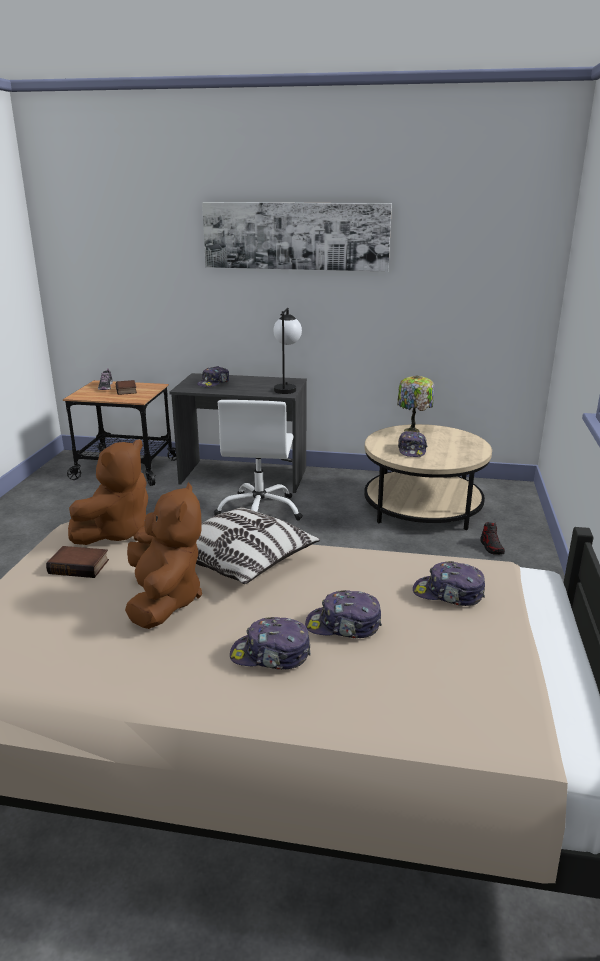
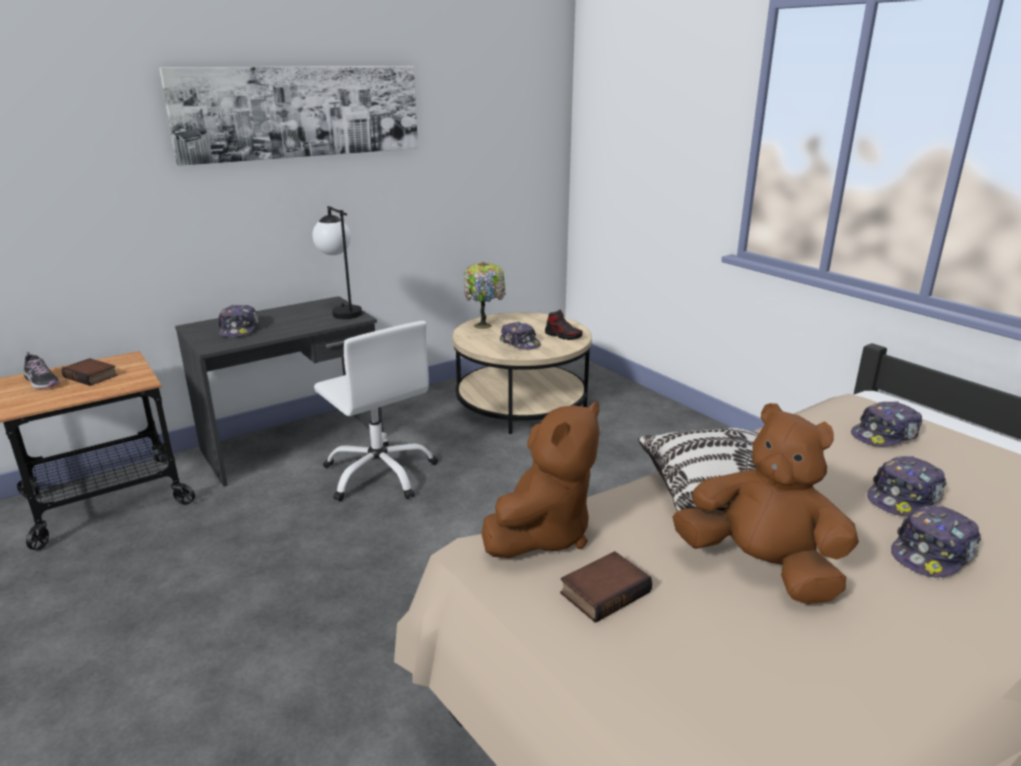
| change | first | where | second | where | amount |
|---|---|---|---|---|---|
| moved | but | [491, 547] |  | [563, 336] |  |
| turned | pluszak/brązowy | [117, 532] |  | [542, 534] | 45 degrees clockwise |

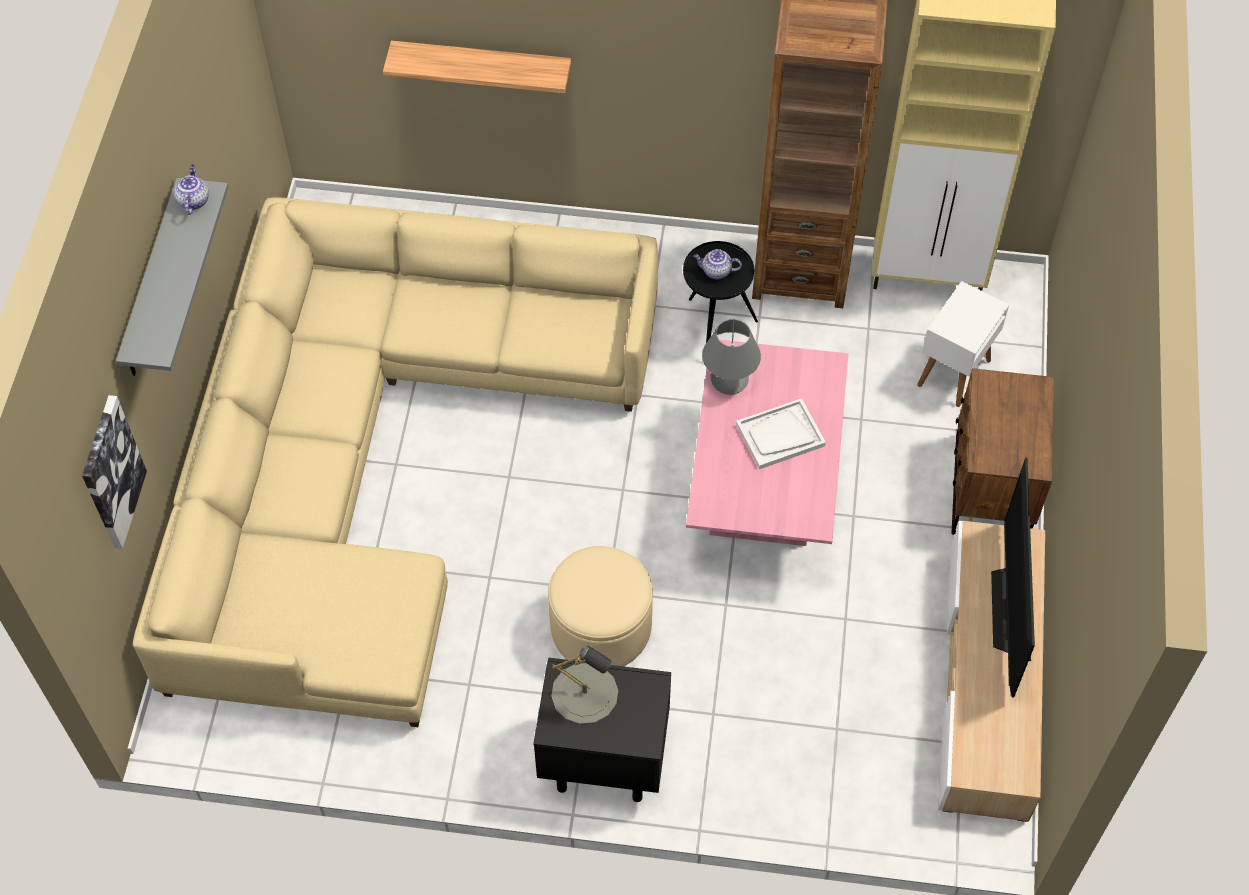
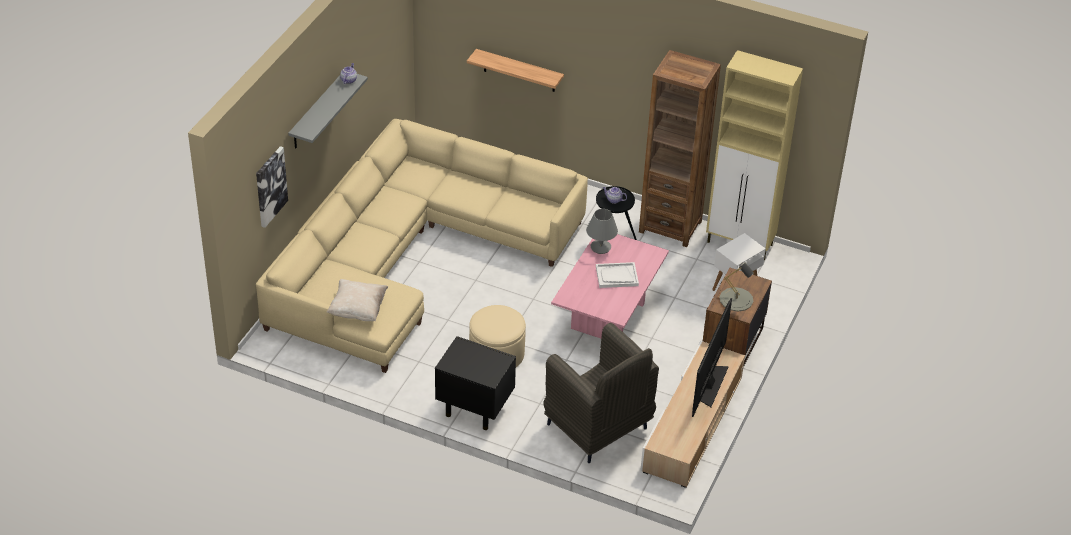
| change | first | where | second | where | amount |
|---|---|---|---|---|---|
| added |  |  | poduszka/beżowy | [358, 310] |  |
| added |  |  | fotel/szary | [598, 428] |  |
| moved | lampa stołowa/szary | [585, 693] |  | [736, 299] |  |

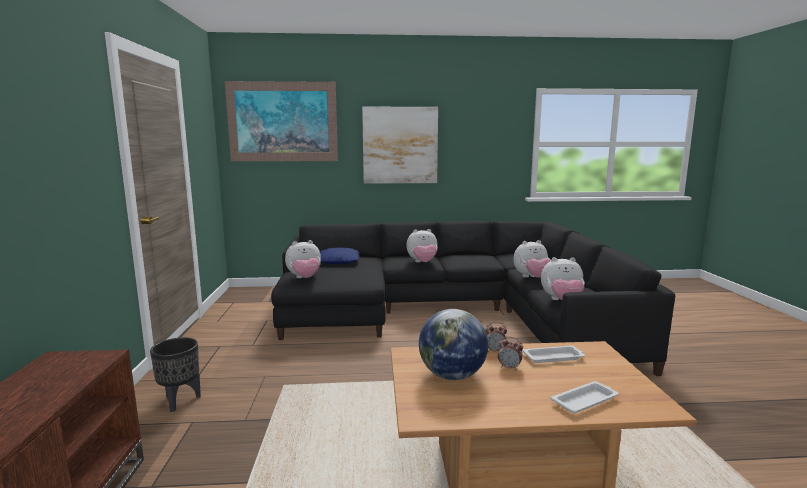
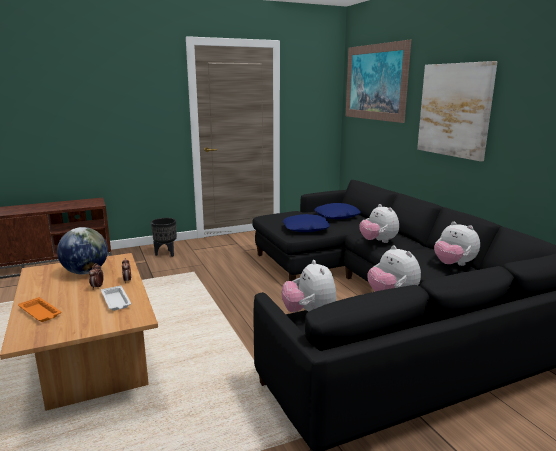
| change | first | where | second | where | amount |
|---|---|---|---|---|---|
| added |  |  | poduszka/niebieski | [306, 228] |  |
| moved | pluszak | [304, 278] |  | [453, 264] |  |
| recoloured | taca/biały | [585, 401] | taca/pomarańczowy | [40, 313] |  |

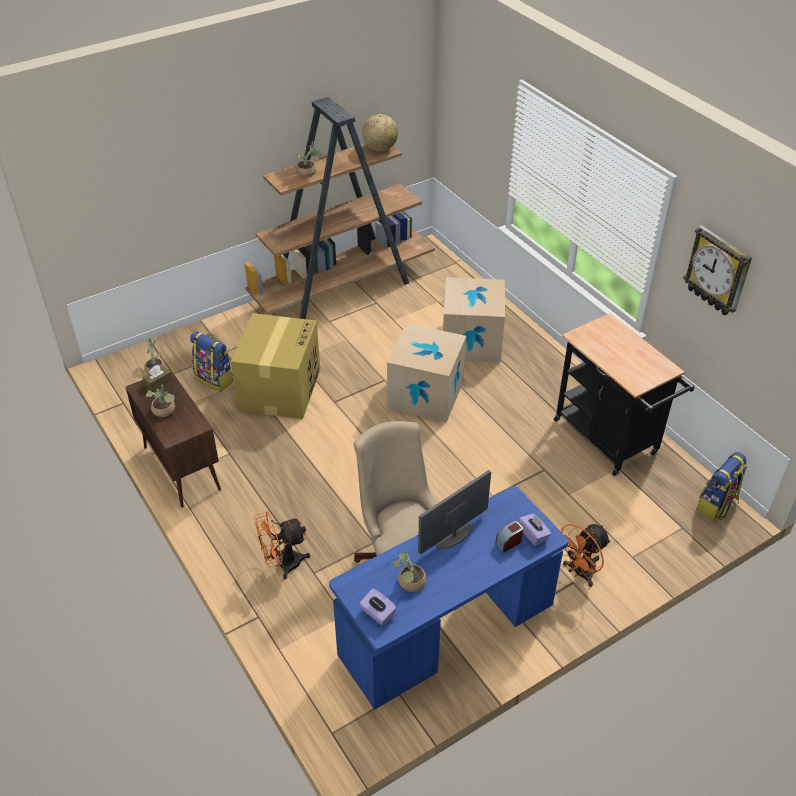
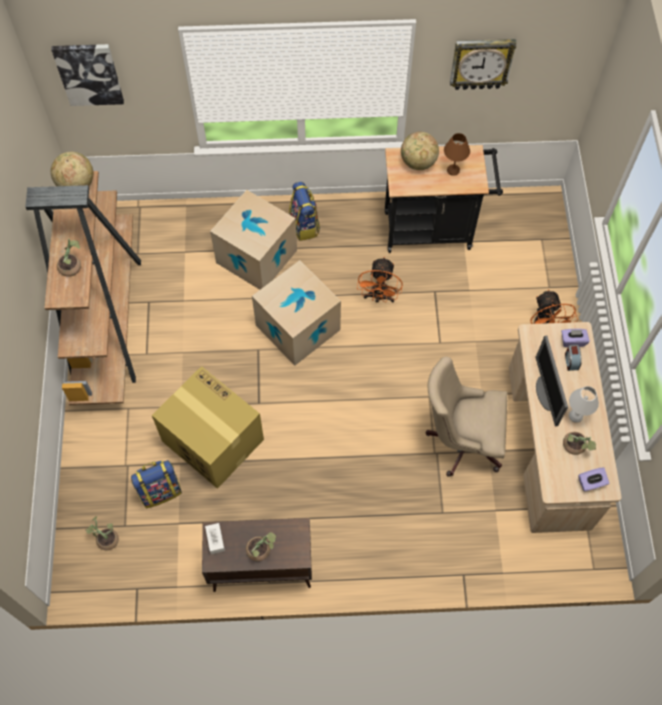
| change | first | where | second | where | amount |
|---|---|---|---|---|---|
| added |  |  | obraz | [89, 74] |  |
| added |  |  | globus | [418, 162] |  |
| added |  |  | lampa stołowa/brązowy | [453, 171] |  |
| added |  |  | lampa stołowa/biały | [576, 416] |  |
| moved | wentylator/pomarańczowy | [283, 564] |  | [379, 297] |  |
| moved | plecak | [717, 506] |  | [305, 225] |  |
| recoloured | pudełko chusteczek/brązowy | [158, 382] | pudełko chusteczek/biały | [215, 540] |  |
| recoloured | biurko/niebieski | [447, 631] | biurko/beżowy | [548, 446] |  |

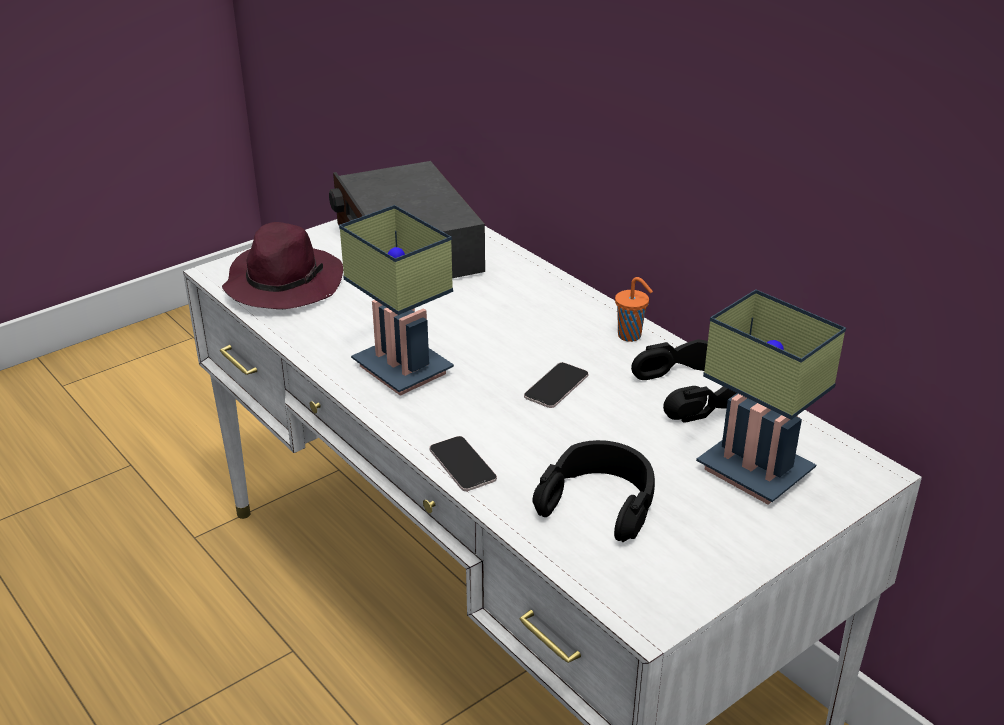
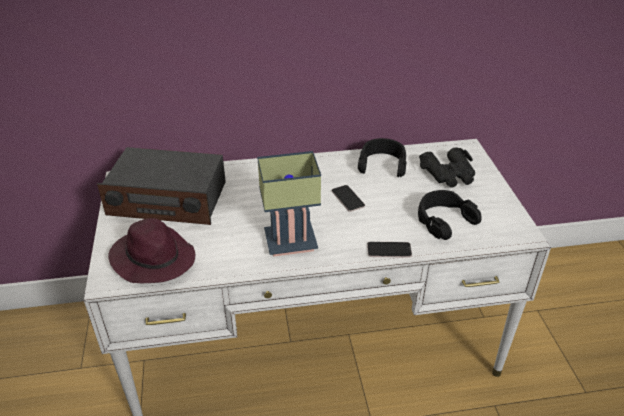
| change | first | where | second | where | amount |
|---|---|---|---|---|---|
| removed | filiżanka/pomarańczowy | [631, 336] |  |  |  |
| replaced | lampa stołowa | [748, 472] | lornetka/czarny | [449, 174] |  |

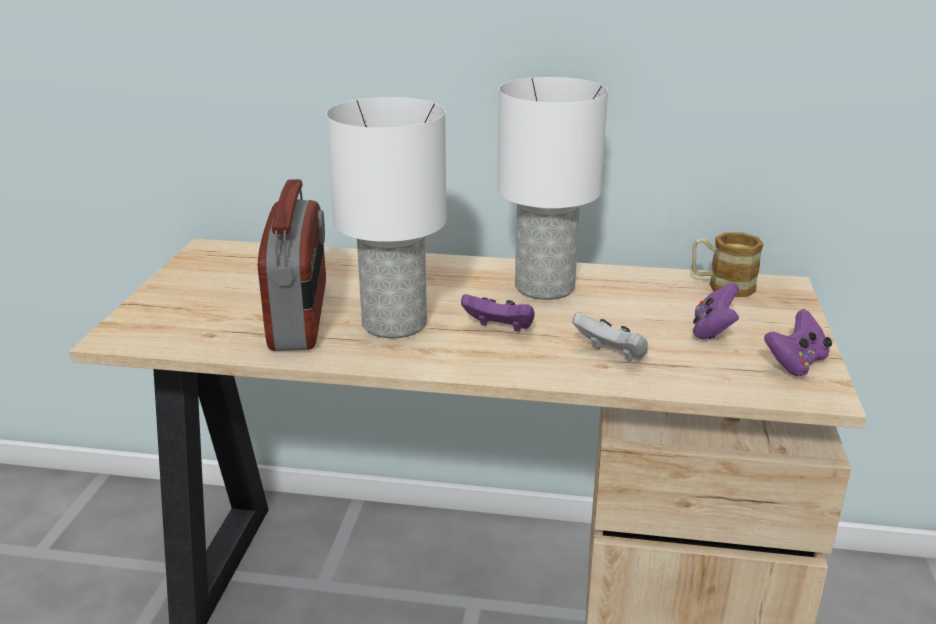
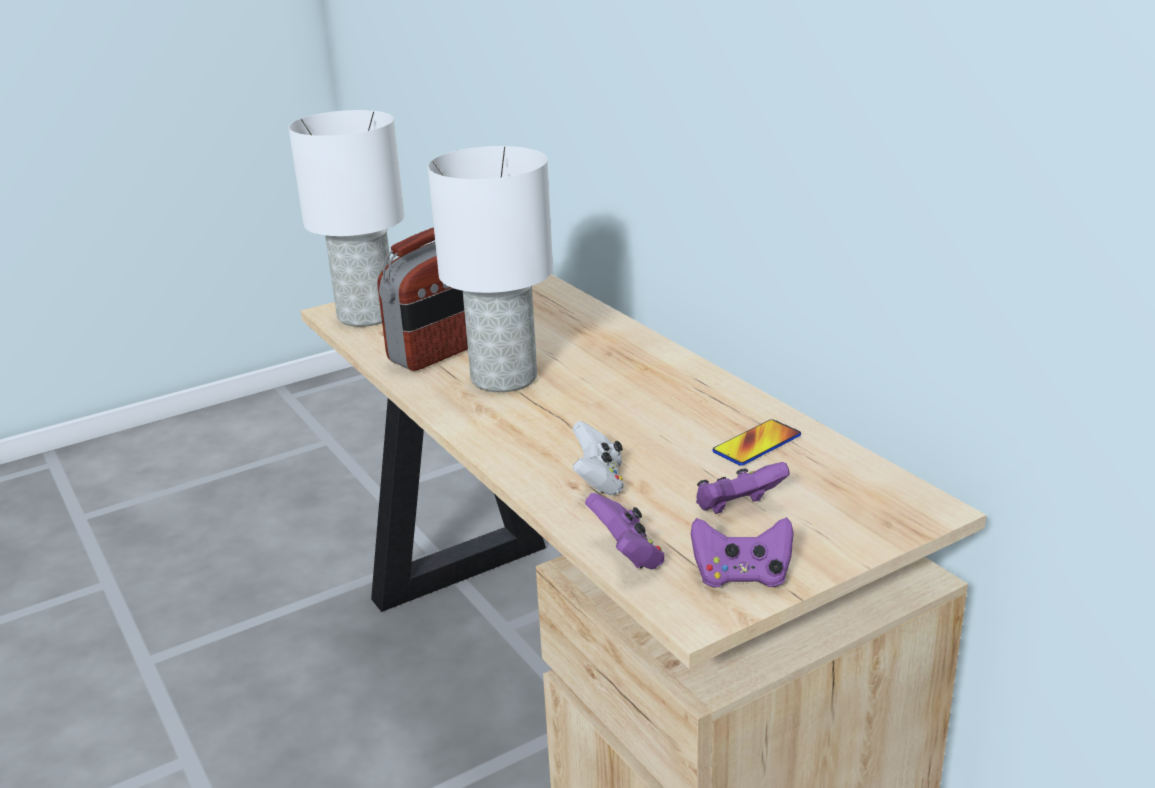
| change | first | where | second | where | amount |
|---|---|---|---|---|---|
| removed | kubek | [721, 286] |  |  |  |
| added |  |  | telefon | [757, 444] |  |
| moved | pad do gier/fioletowy | [500, 329] |  | [627, 556] |  |
| moved | lampa stołowa/biały | [546, 287] |  | [367, 316] |  |

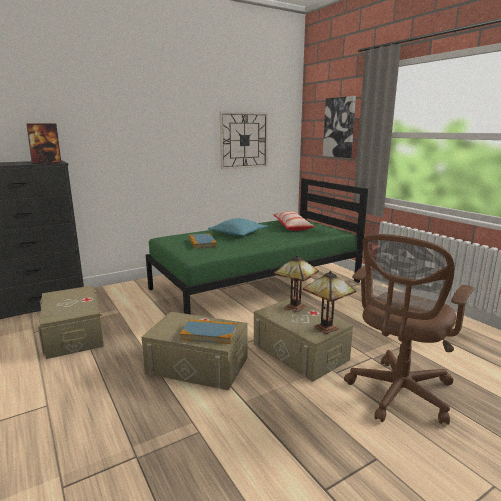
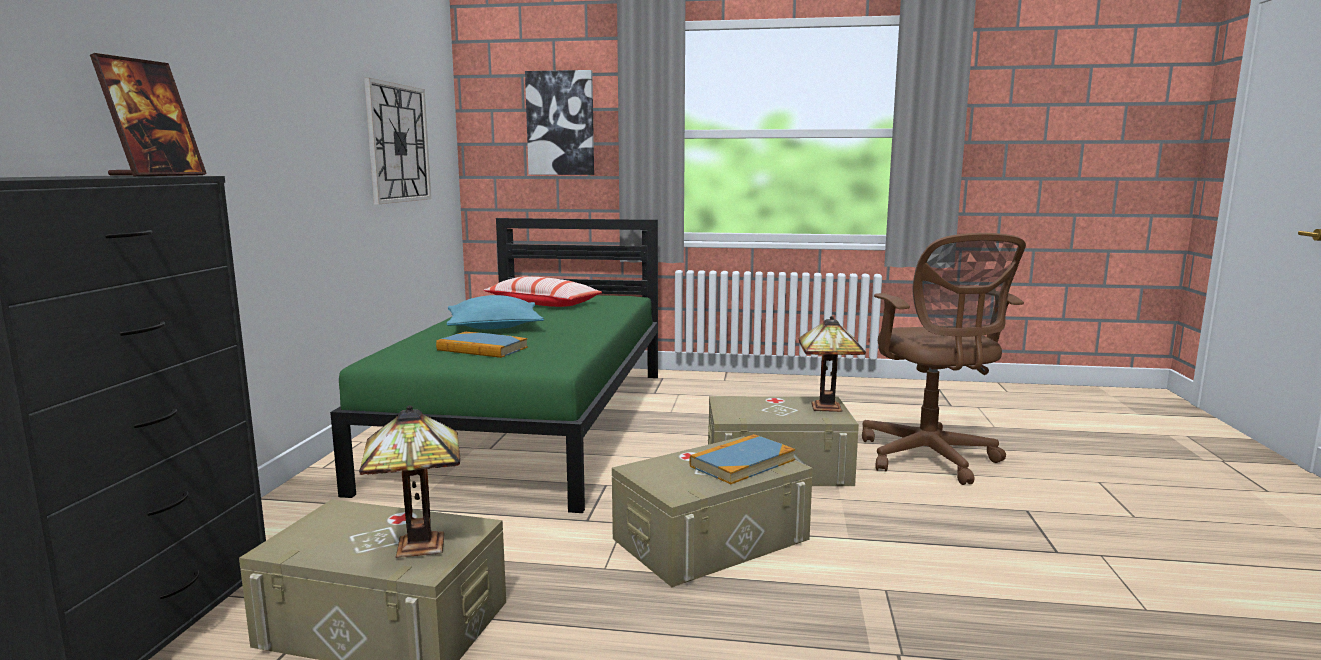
| change | first | where | second | where | amount |
|---|---|---|---|---|---|
| moved | lampa stołowa | [293, 307] |  | [416, 547] |  |

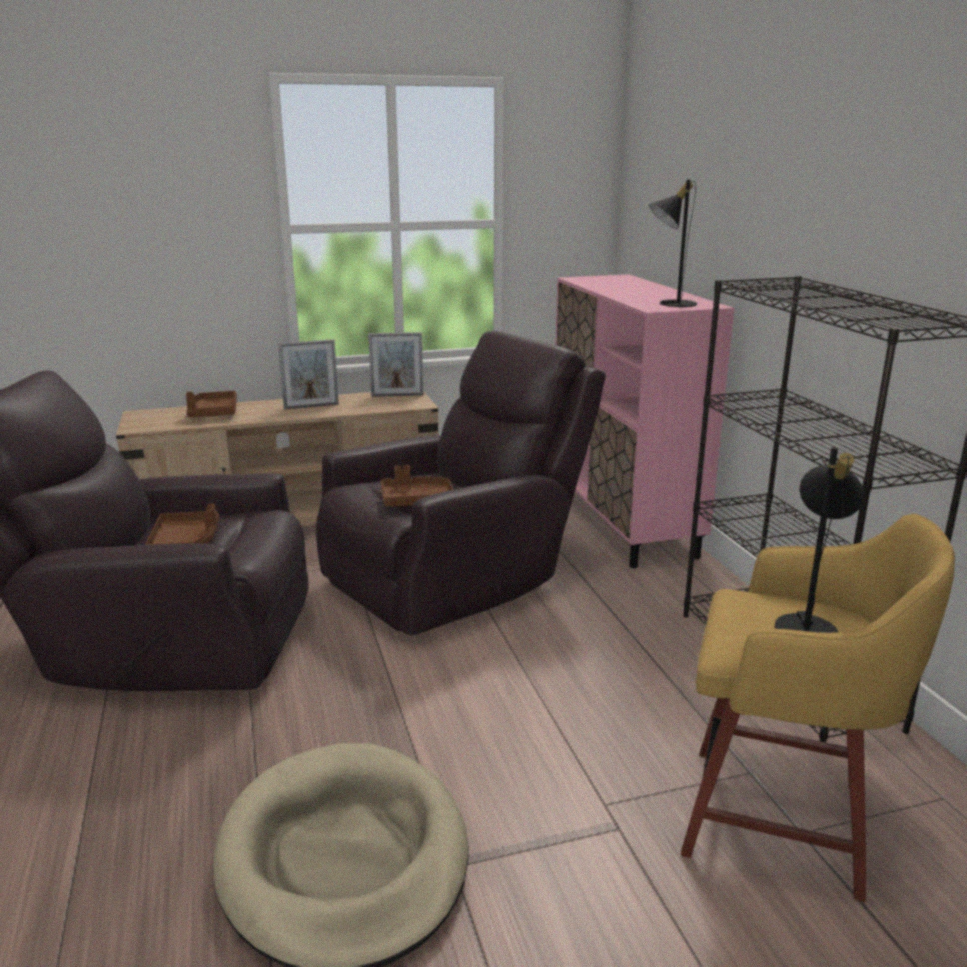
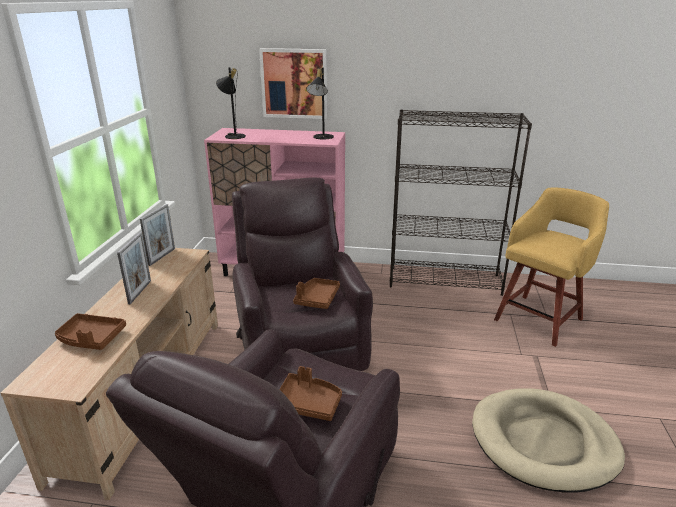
| change | first | where | second | where | amount |
|---|---|---|---|---|---|
| added |  |  | obraz | [294, 83] |  |
| moved | lampa stołowa/czarny | [808, 624] |  | [233, 135] |  |

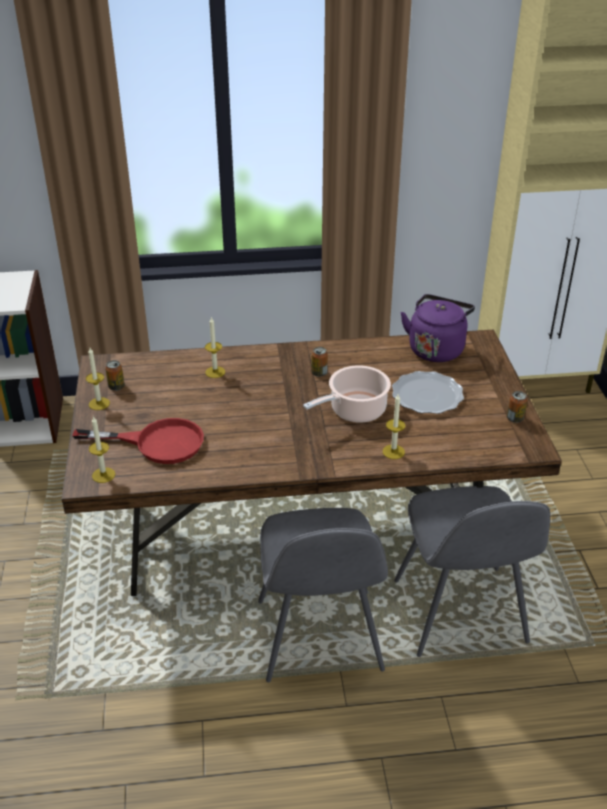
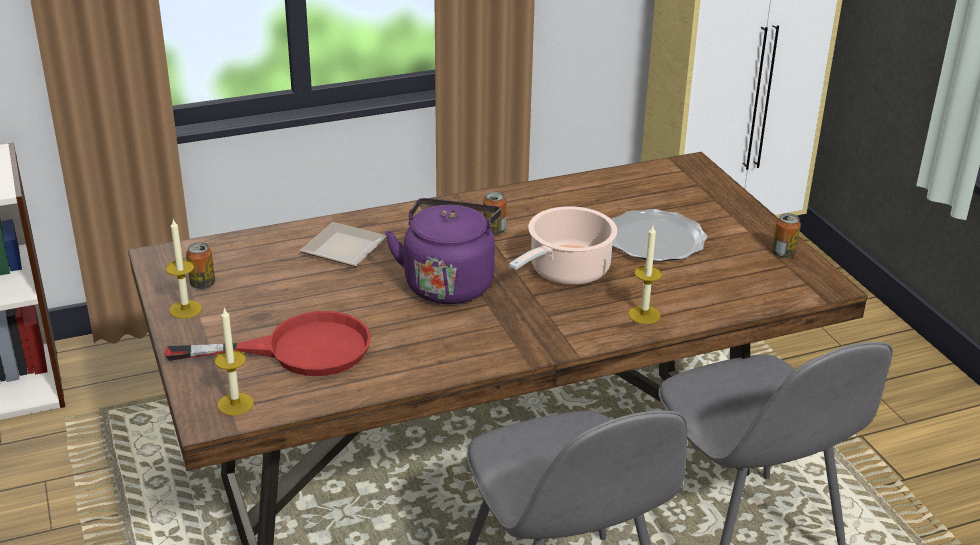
| change | first | where | second | where | amount |
|---|---|---|---|---|---|
| moved | czajnik/fioletowy | [436, 349] |  | [449, 283] |  |
| replaced | świeca | [215, 372] | talerz | [343, 247] |  |

